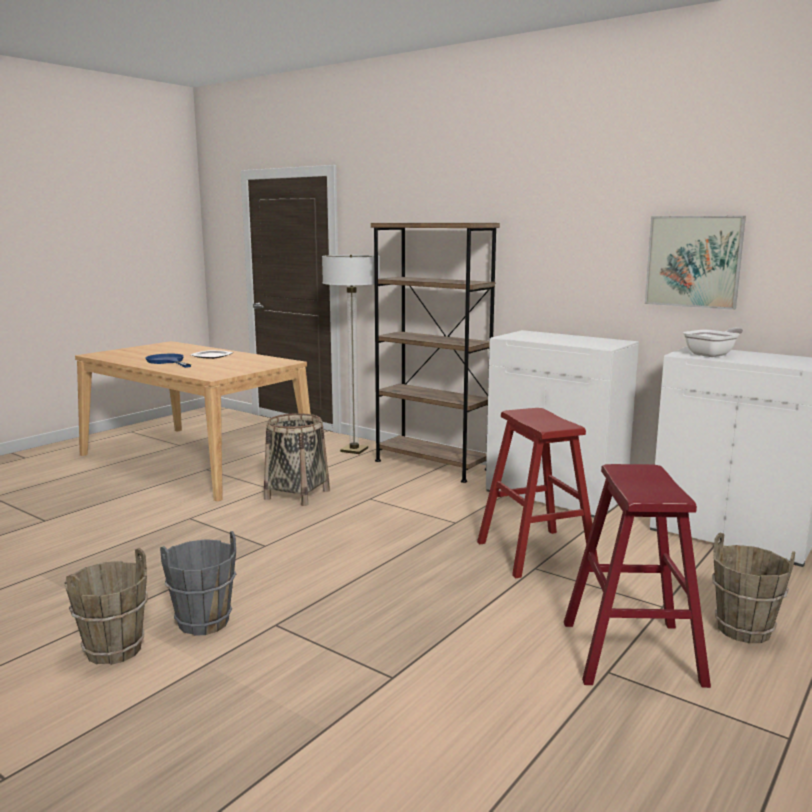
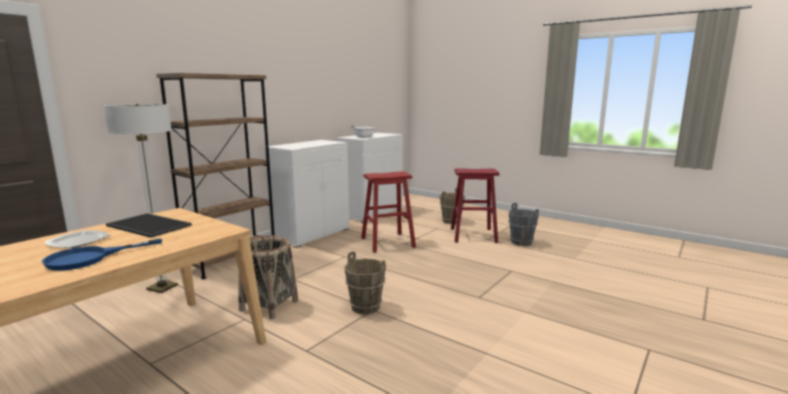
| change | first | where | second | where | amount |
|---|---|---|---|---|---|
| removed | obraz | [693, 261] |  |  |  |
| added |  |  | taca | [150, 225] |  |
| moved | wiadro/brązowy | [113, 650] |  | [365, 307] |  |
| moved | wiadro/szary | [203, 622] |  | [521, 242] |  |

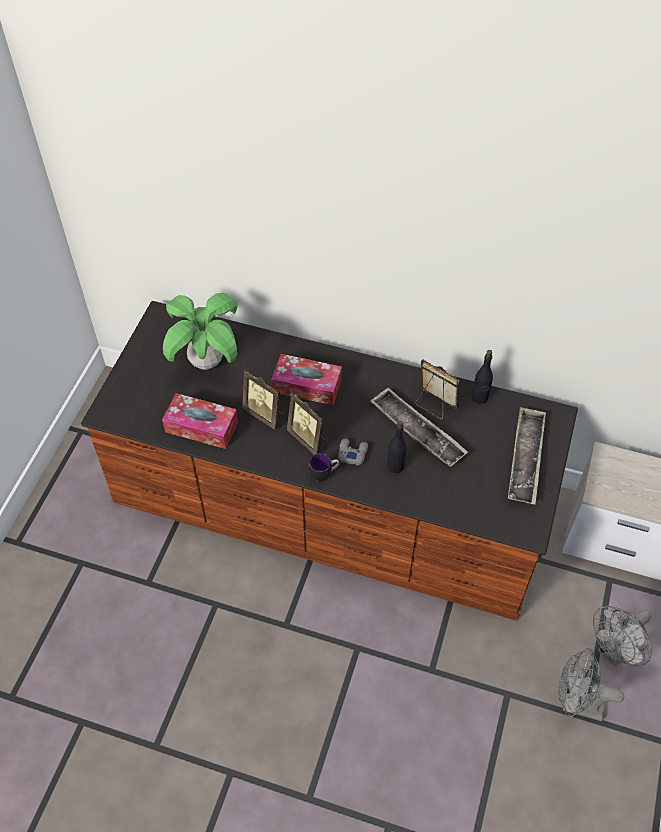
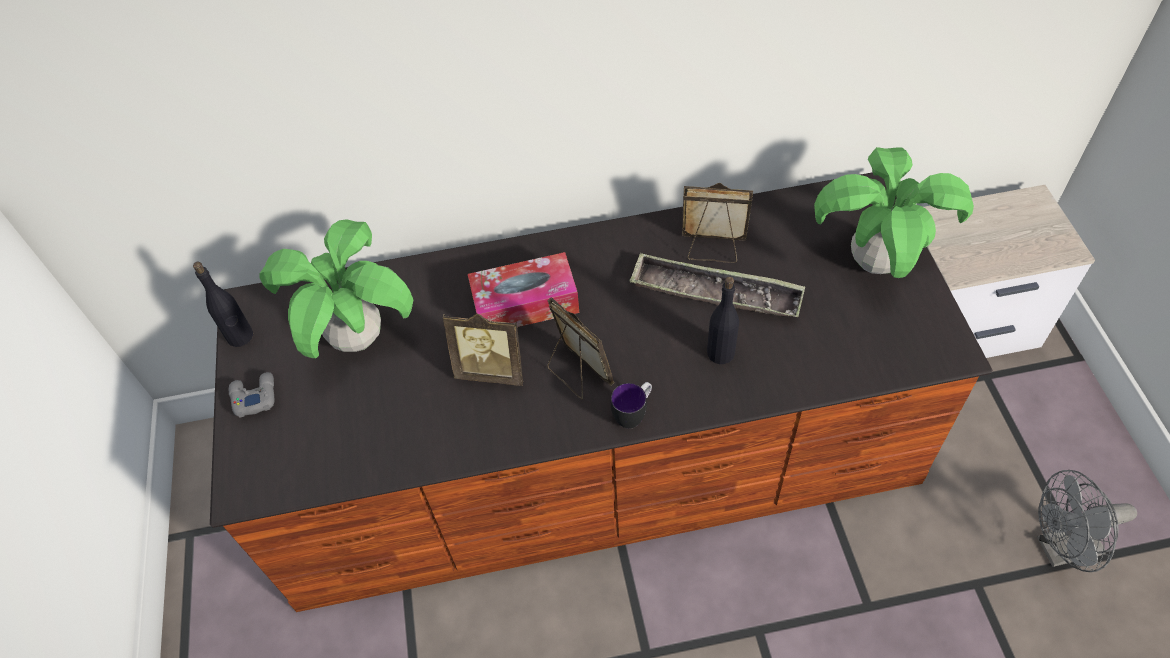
| change | first | where | second | where | amount |
|---|---|---|---|---|---|
| removed | pudełko chusteczek | [201, 427] |  |  |  |
| removed | wentylator/szary | [614, 652] |  |  |  |
| moved | pad do gier/szary | [352, 453] |  | [254, 397] |  |
| moved | butelka/czarny | [479, 397] |  | [240, 336] |  |
| replaced | taca | [525, 459] | roślina doniczkowa | [876, 262] |  |
| turned | ramka na zdjęcie | [309, 438] |  | [577, 374] | 150 degrees counterclockwise |

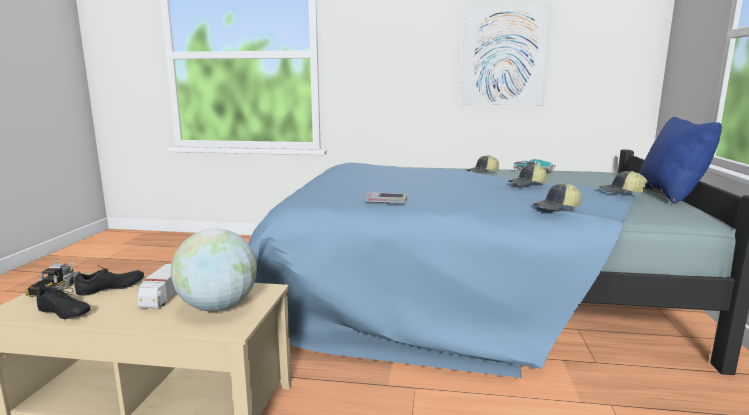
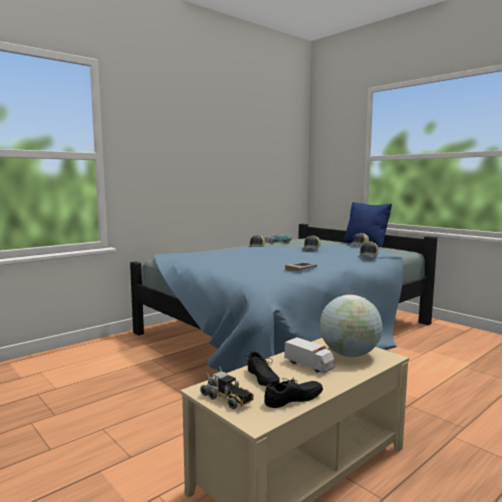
| change | first | where | second | where | amount |
|---|---|---|---|---|---|
| removed | obraz | [504, 56] |  |  |  |
| turned | but/czarny | [111, 288] |  | [261, 378] | 150 degrees clockwise |

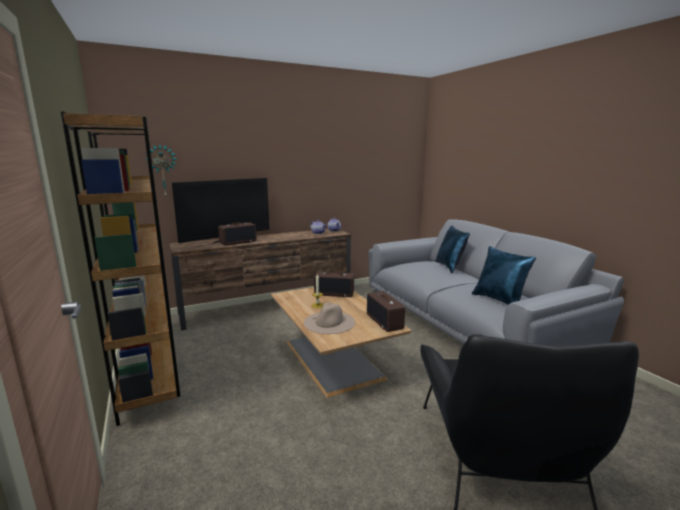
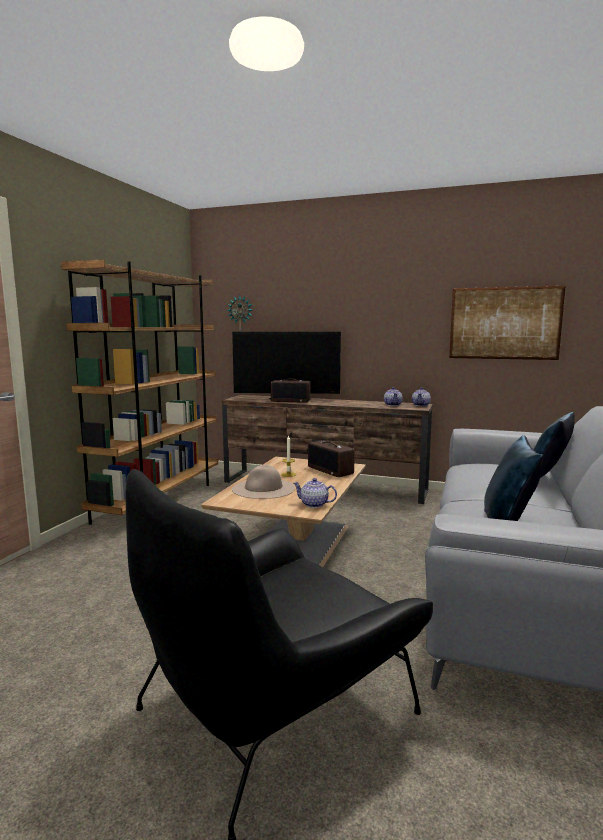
| change | first | where | second | where | amount |
|---|---|---|---|---|---|
| added |  |  | obraz | [504, 323] |  |
| replaced | radio | [385, 321] | imbryk | [314, 504] |  |

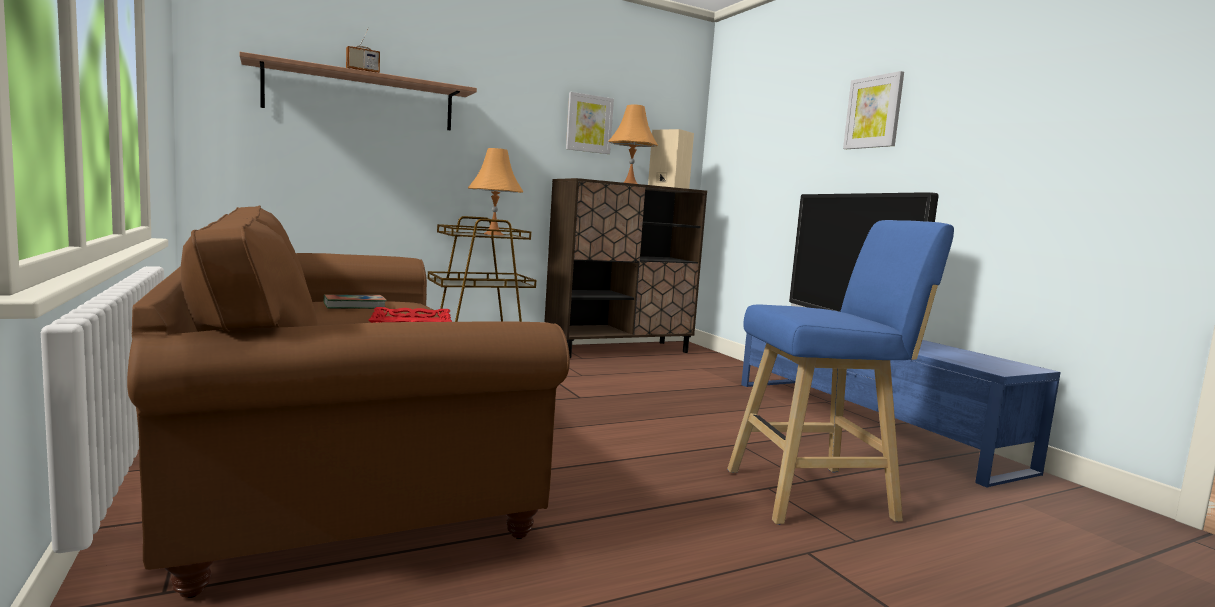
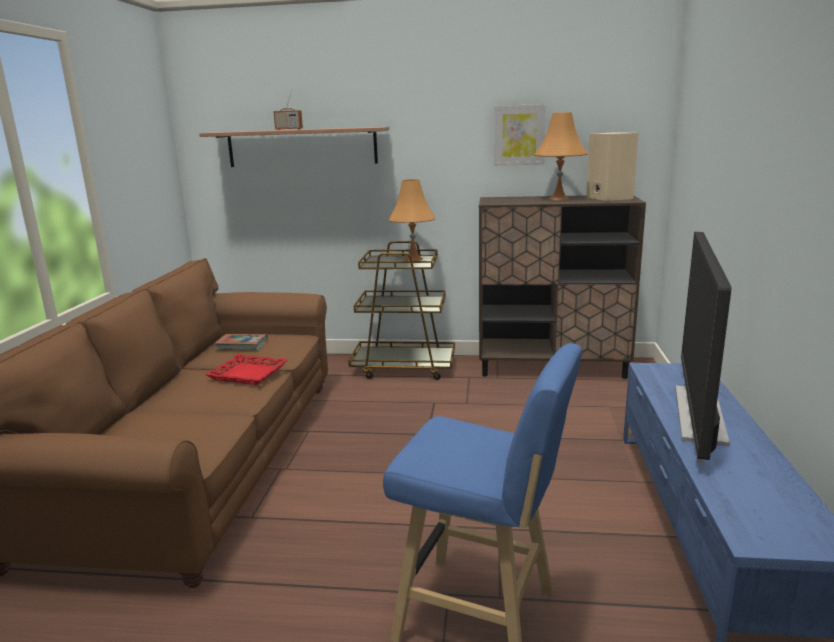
| change | first | where | second | where | amount |
|---|---|---|---|---|---|
| removed | obraz | [874, 112] |  |  |  |

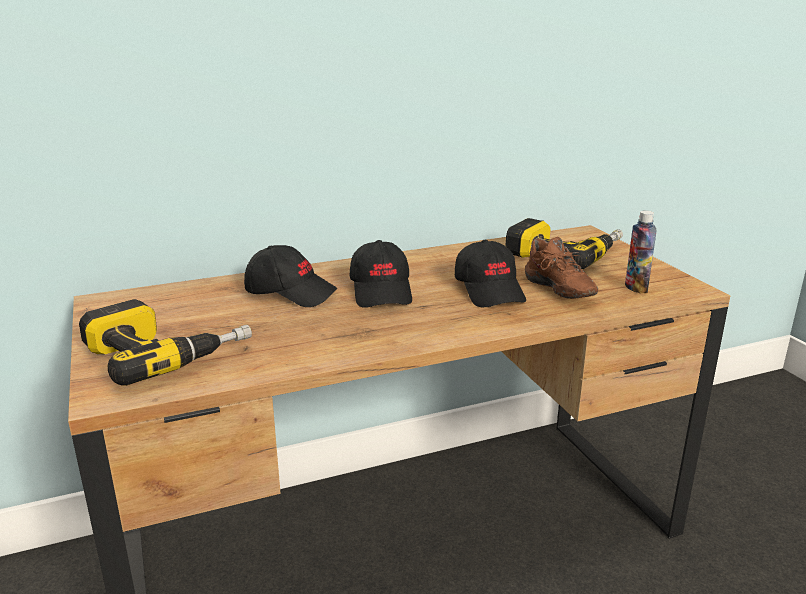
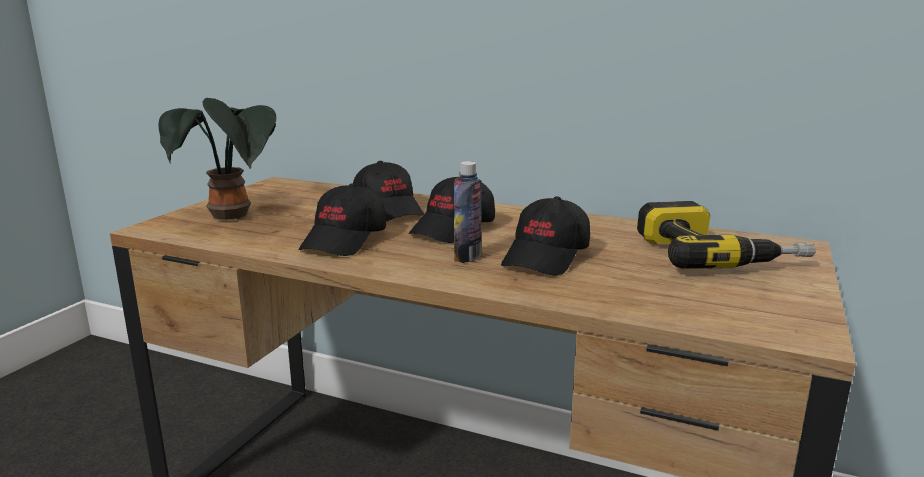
| change | first | where | second | where | amount |
|---|---|---|---|---|---|
| removed | but/brązowy | [556, 291] |  |  |  |
| added |  |  | czapka z daszkiem/czarny | [345, 240] |  |
| moved | butelka | [636, 288] |  | [467, 257] |  |
| replaced | wiertarka | [166, 352] | roślina doniczkowa | [232, 218] |  |

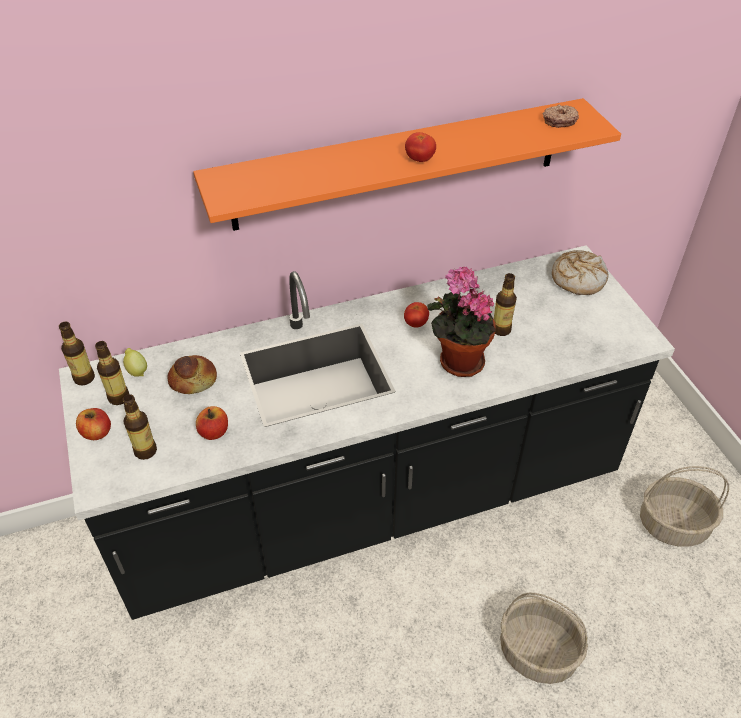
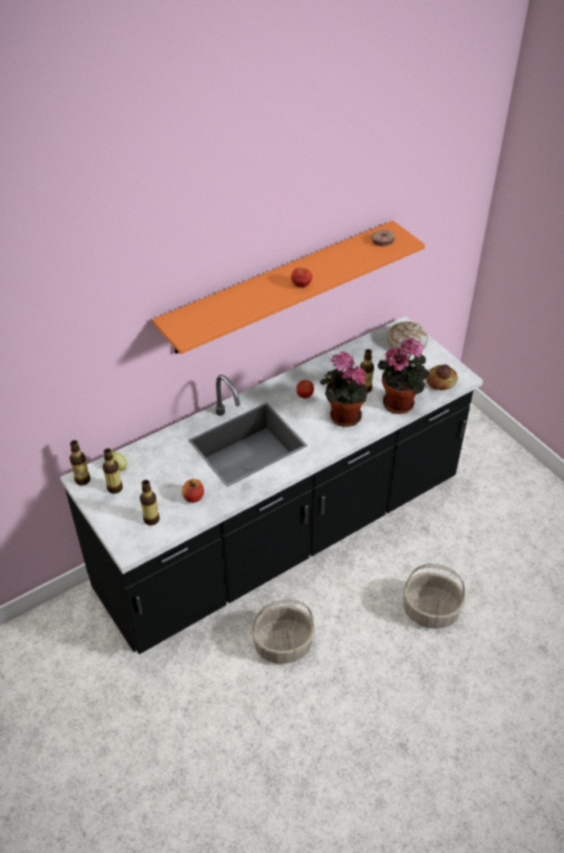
| change | first | where | second | where | amount |
|---|---|---|---|---|---|
| removed | jabłko | [97, 433] |  |  |  |
| added |  |  | roślina doniczkowa | [401, 402] |  |
| moved | chleb | [193, 379] |  | [440, 381] |  |
| moved | koszyk | [673, 524] |  | [283, 644] |  |

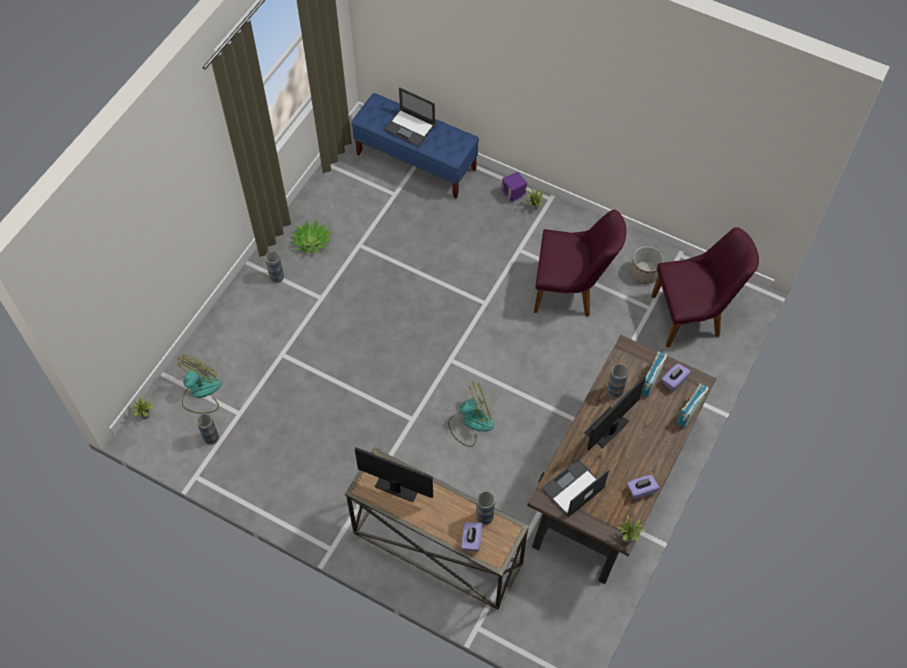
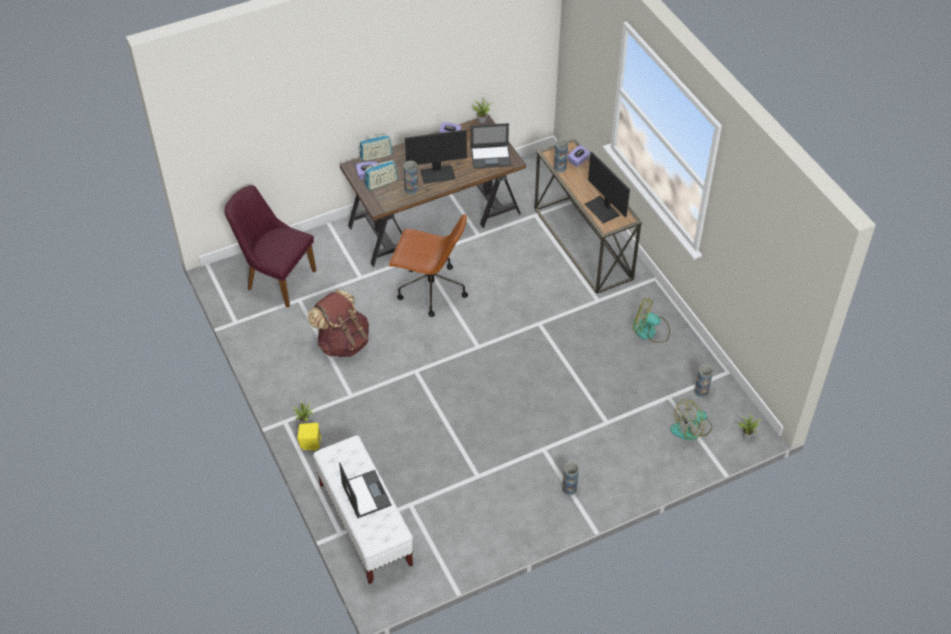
| change | first | where | second | where | amount |
|---|---|---|---|---|---|
| removed | roślina doniczkowa | [312, 241] |  |  |  |
| removed | donica | [644, 273] |  |  |  |
| added |  |  | krzesło biurowe/brązowy | [430, 290] |  |
| moved | wentylator | [470, 423] |  | [649, 331] |  |
| replaced | krzesło/fioletowy | [571, 291] | plecak/brązowy | [342, 342] |  |
| recoloured | ławka/niebieski | [416, 162] | ławka/biały | [365, 524] |  |
| recoloured | głośnik/fioletowy | [513, 194] | głośnik/żółty | [310, 443] |  |

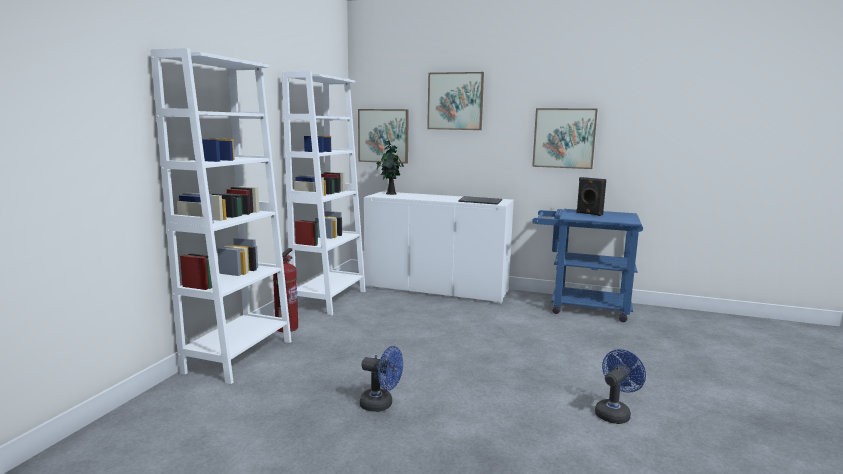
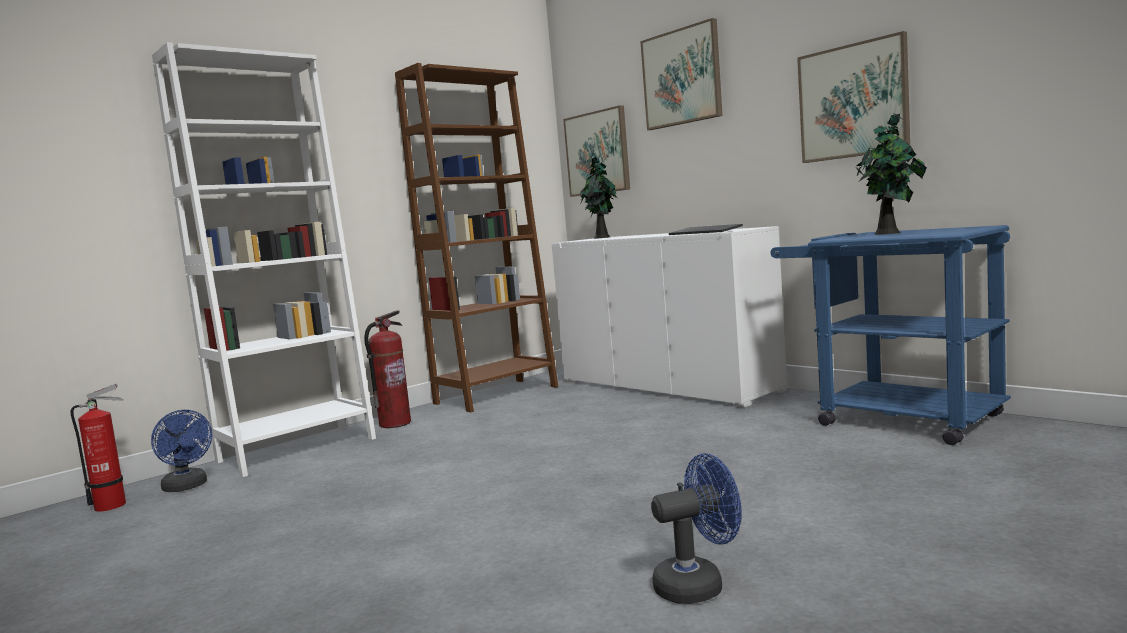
| change | first | where | second | where | amount |
|---|---|---|---|---|---|
| added |  |  | gaśnica | [114, 505] |  |
| moved | wentylator/niebieski | [381, 404] |  | [187, 487] |  |
| replaced | głośnik/czarny | [589, 214] | roślina doniczkowa | [889, 233] |  |
| recoloured | regał/biały | [330, 300] | regał/brązowy | [496, 395] |  |

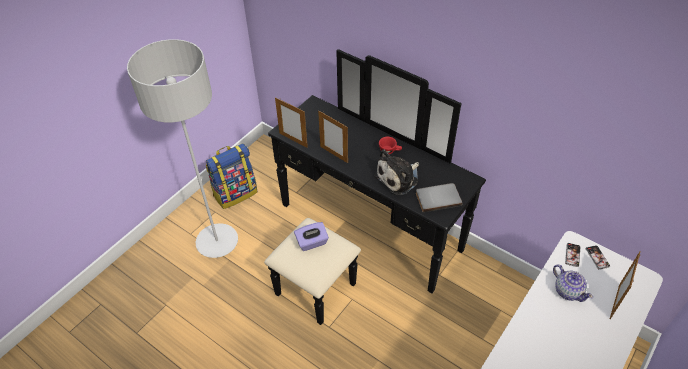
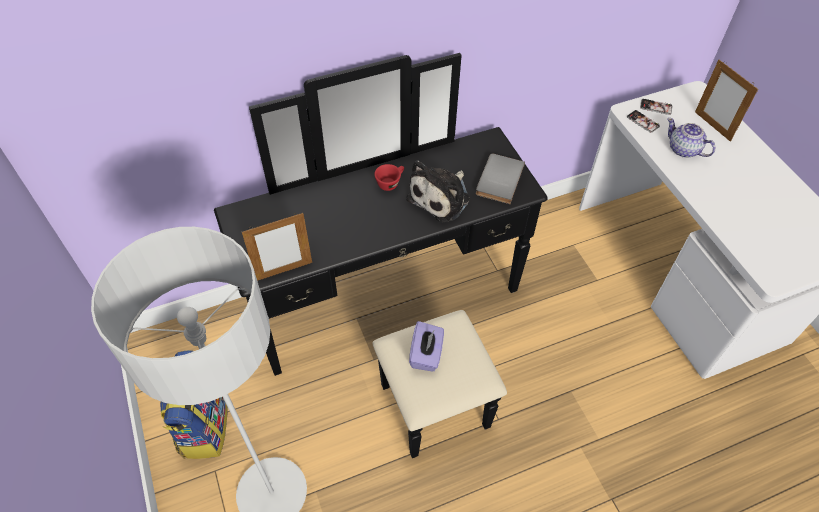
| change | first | where | second | where | amount |
|---|---|---|---|---|---|
| removed | ramka na zdjęcie | [334, 154] |  |  |  |
| turned | pluszak | [398, 178] |  | [441, 197] | 45 degrees clockwise |
| turned | imbryk | [568, 291] |  | [683, 150] | 135 degrees counterclockwise |

